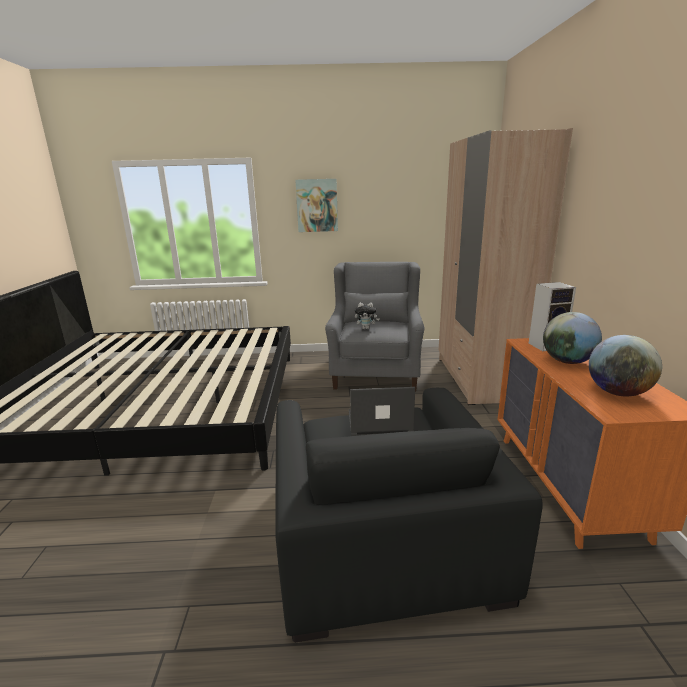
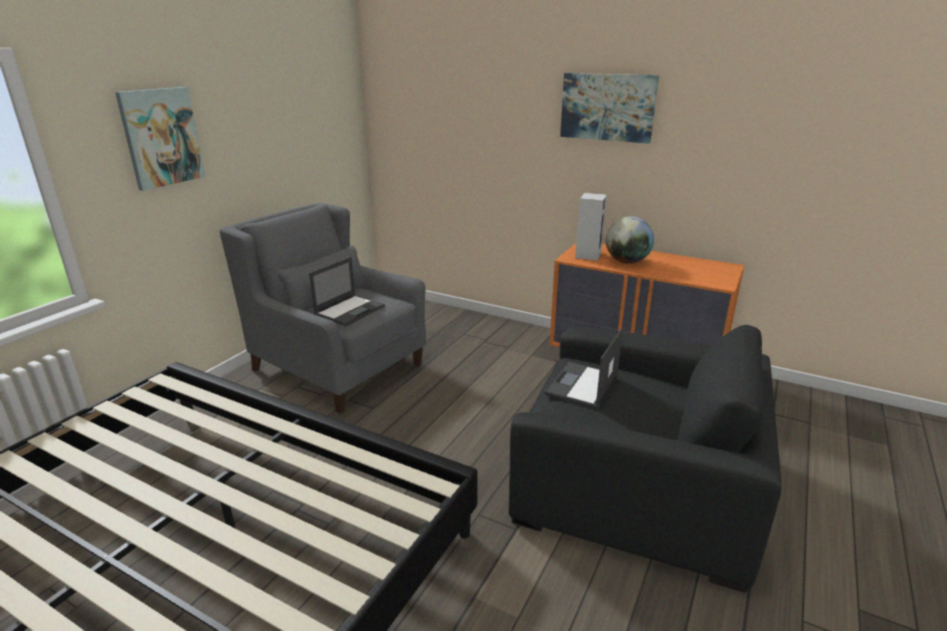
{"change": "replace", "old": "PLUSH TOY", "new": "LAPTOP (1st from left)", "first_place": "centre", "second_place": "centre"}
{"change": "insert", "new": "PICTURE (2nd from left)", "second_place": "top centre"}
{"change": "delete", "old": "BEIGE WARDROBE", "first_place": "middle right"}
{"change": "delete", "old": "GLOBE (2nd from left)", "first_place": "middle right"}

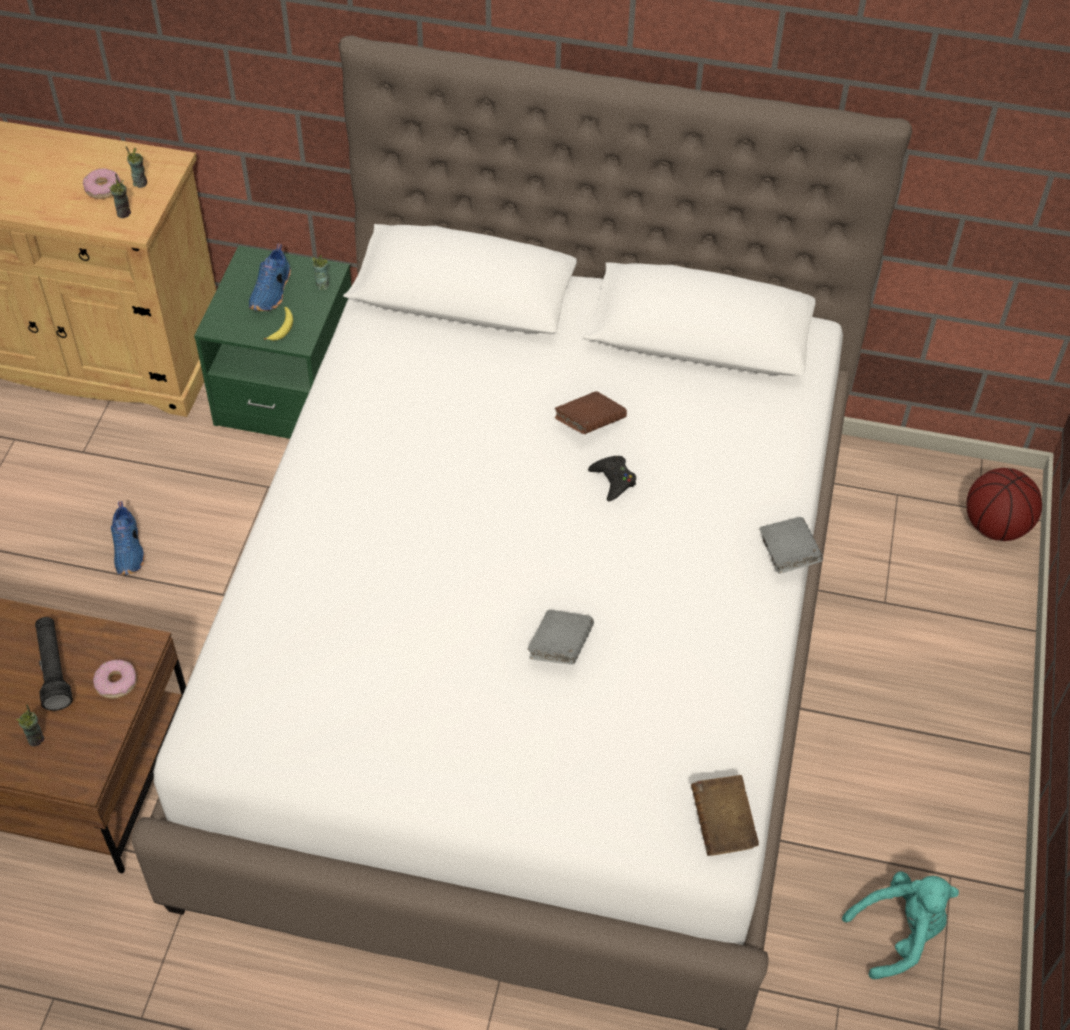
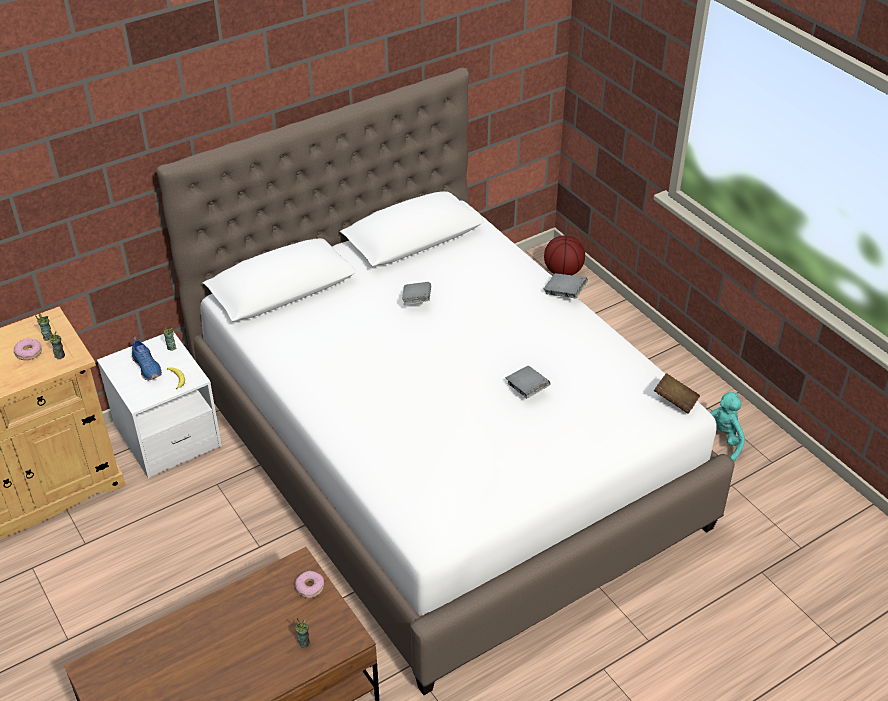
{"change": "recolor", "old": "GREEN NIGHTSTAND", "new": "WHITE NIGHTSTAND", "first_place": "top left", "second_place": "middle left"}
{"change": "recolor", "old": "BROWN BOOK (1st from left)", "new": "GREY BOOK (1st from left)", "first_place": "centre", "second_place": "centre"}
{"change": "delete", "old": "BLACK FLASHLIGHT", "first_place": "middle left"}
{"change": "delete", "old": "BLUE SHOE (1st from left)", "first_place": "middle left"}
{"change": "delete", "old": "BLACK GAME CONTROLLER", "first_place": "centre"}

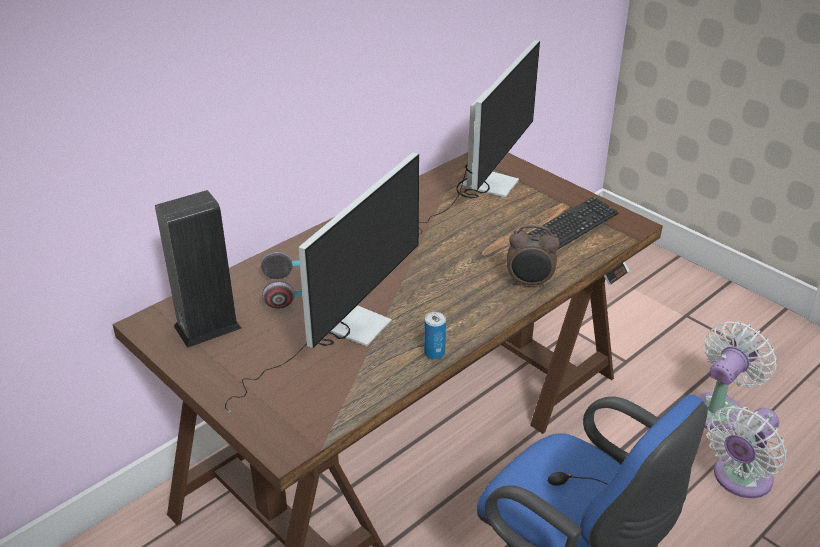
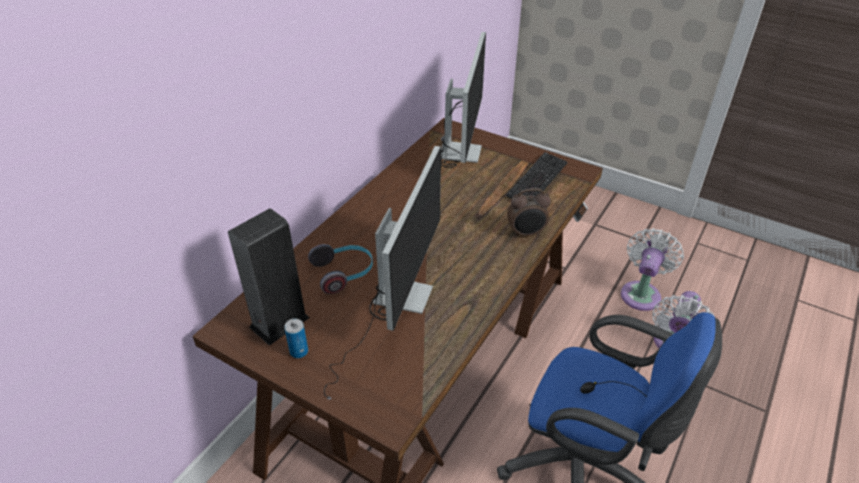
{"change": "move", "old": "CAN", "first_place": "centre", "second_place": "bottom centre"}

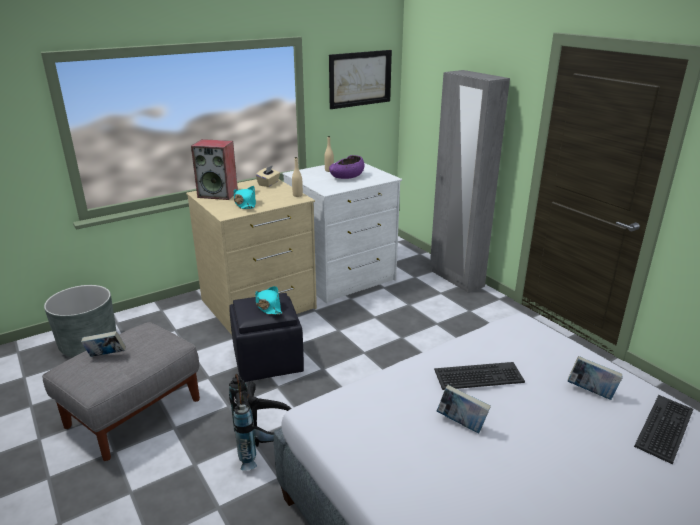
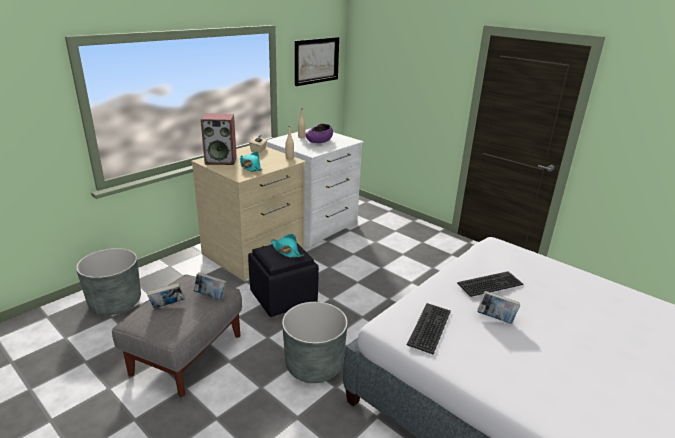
{"change": "move", "old": "BOOK (3rd from left in the first image)", "new": "BOOK (2nd from left)", "first_place": "bottom right", "second_place": "middle left"}
{"change": "replace", "old": "BLACK BACKPACK", "new": "GREY PLANTER (2nd from left)", "first_place": "bottom centre", "second_place": "bottom centre"}
{"change": "move", "old": "KEYBOARD (2nd from left in the first image)", "new": "KEYBOARD (1st from left)", "first_place": "bottom right", "second_place": "bottom centre"}
{"change": "delete", "old": "GREY WARDROBE", "first_place": "middle right"}

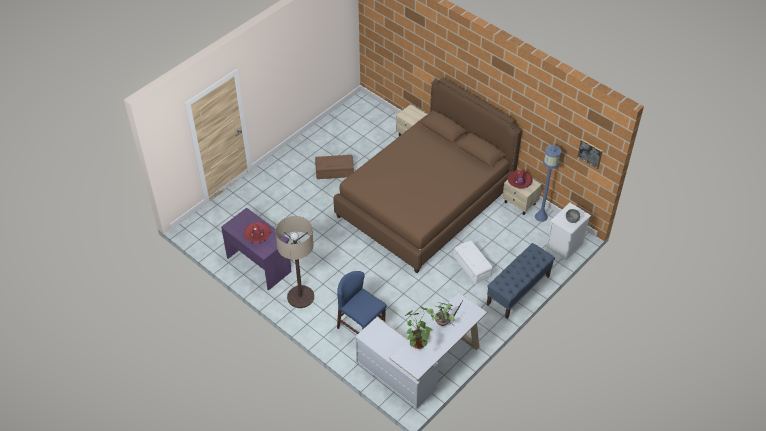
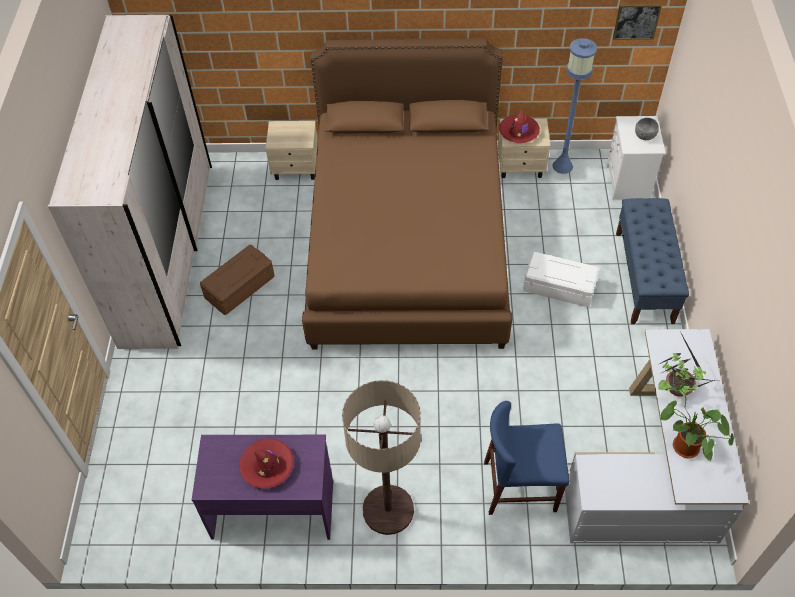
{"change": "insert", "new": "WHITE WARDROBE", "second_place": "top left"}

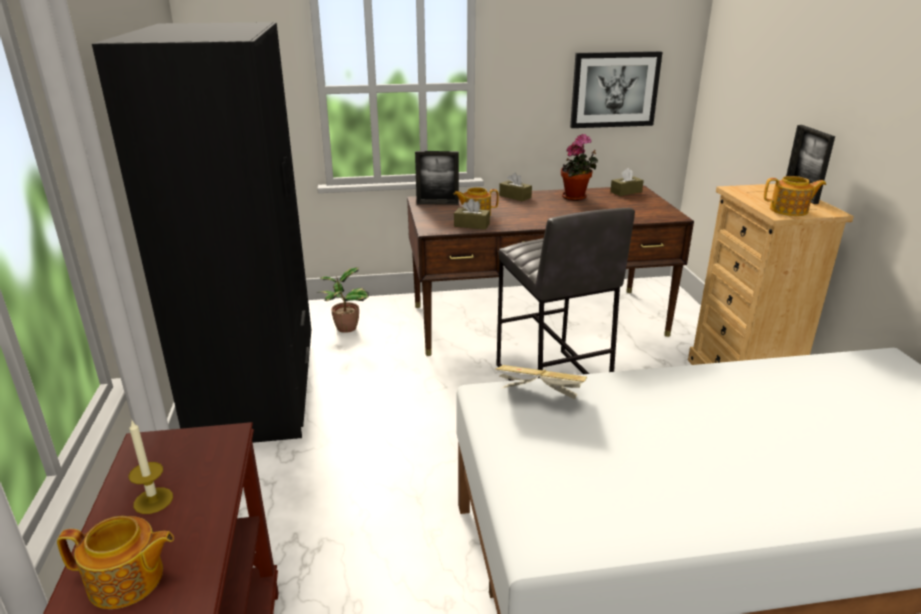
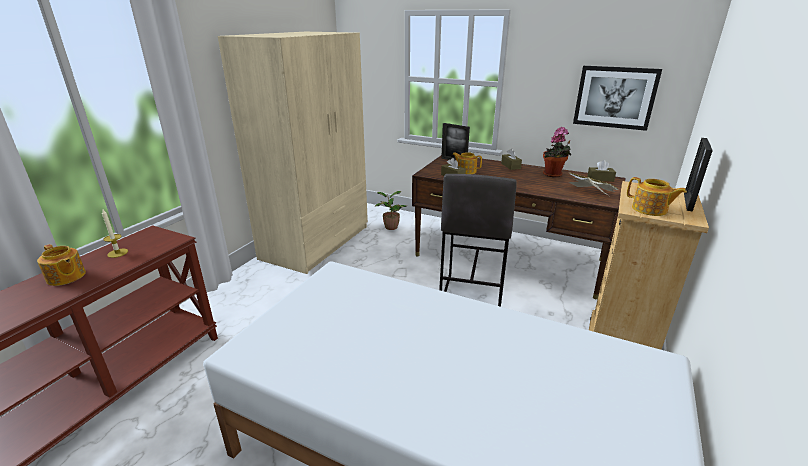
{"change": "recolor", "old": "BLACK WARDROBE", "new": "BEIGE WARDROBE", "first_place": "middle left", "second_place": "top centre"}
{"change": "move", "old": "BOOK", "first_place": "centre", "second_place": "middle right"}

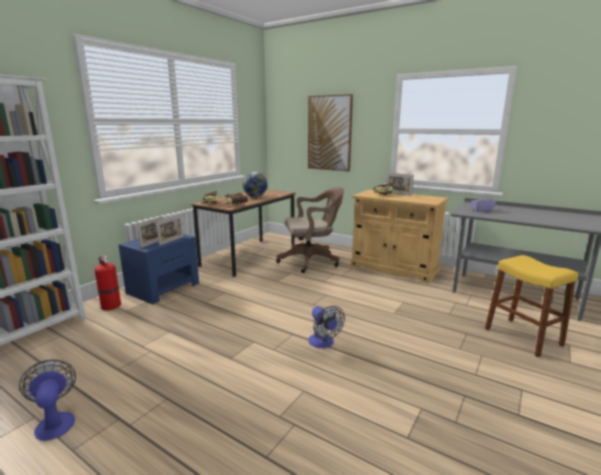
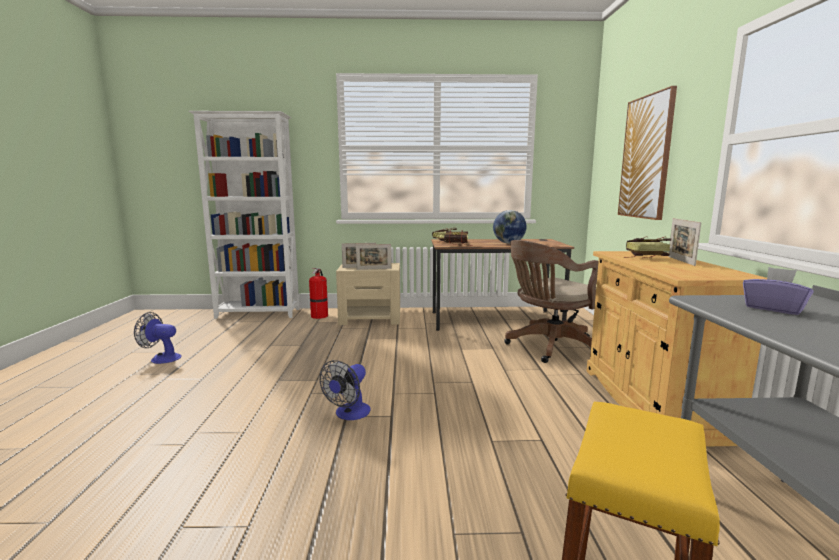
{"change": "rotate", "old": "FAN (1st from left)", "first_place": "bottom left", "second_place": "middle left", "degrees": -105}
{"change": "recolor", "old": "BLUE NIGHTSTAND", "new": "BEIGE NIGHTSTAND", "first_place": "middle left", "second_place": "centre"}
{"change": "rotate", "old": "BROWN OFFICE CHAIR", "first_place": "centre", "second_place": "centre", "degrees": 105}

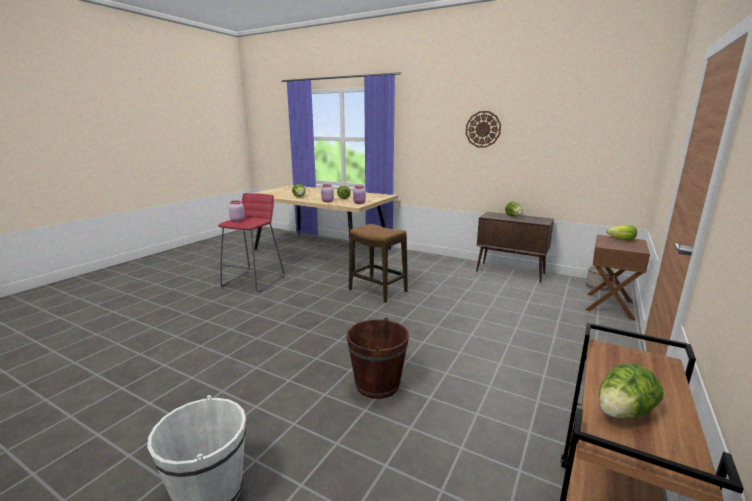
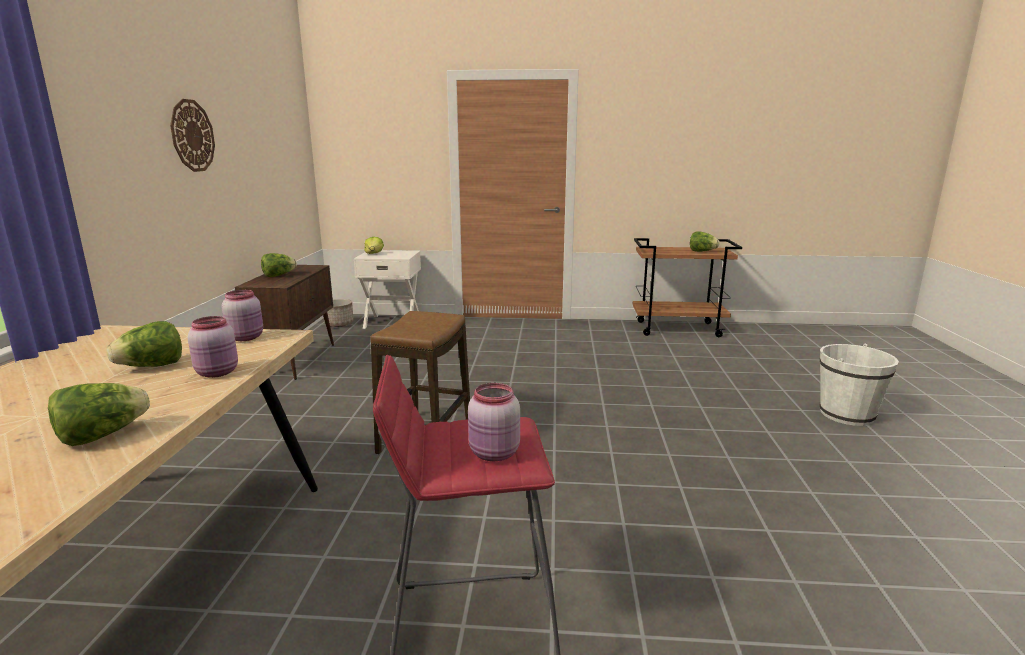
{"change": "recolor", "old": "BROWN NIGHTSTAND", "new": "WHITE NIGHTSTAND", "first_place": "middle right", "second_place": "centre"}
{"change": "delete", "old": "BROWN BUCKET", "first_place": "bottom centre"}

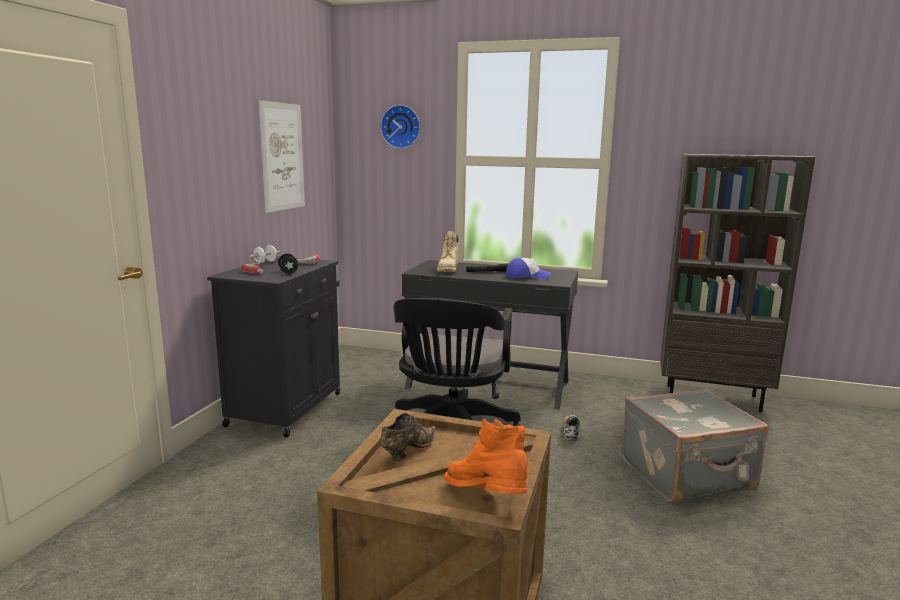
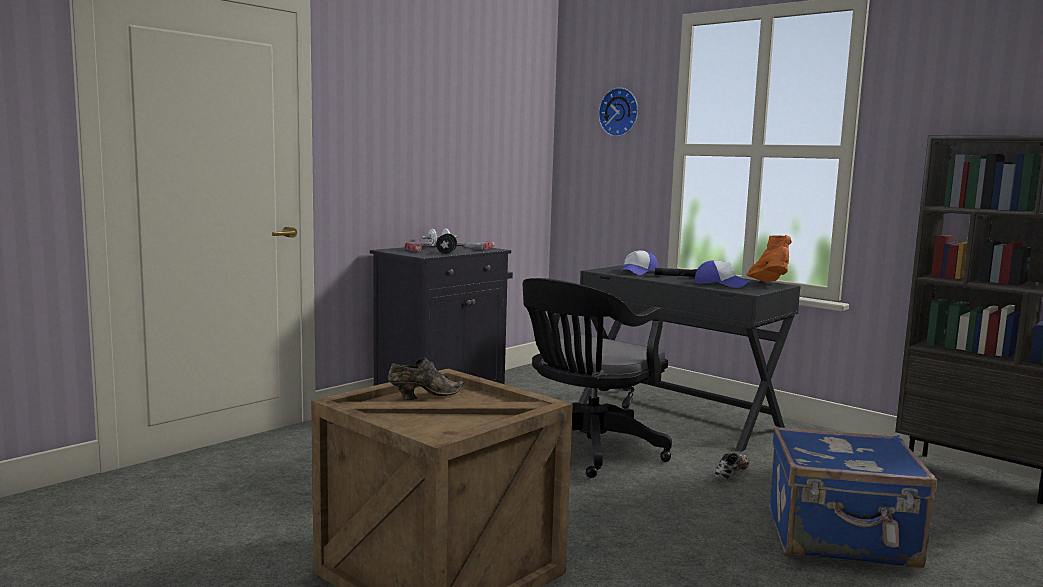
{"change": "replace", "old": "BEIGE BOOT", "new": "CAP (1st from left)", "first_place": "centre", "second_place": "centre"}
{"change": "move", "old": "ORANGE BOOT", "first_place": "bottom centre", "second_place": "middle right"}
{"change": "recolor", "old": "GREY SUITCASE", "new": "BLUE SUITCASE", "first_place": "bottom right", "second_place": "bottom right"}
{"change": "delete", "old": "PICTURE", "first_place": "top left"}

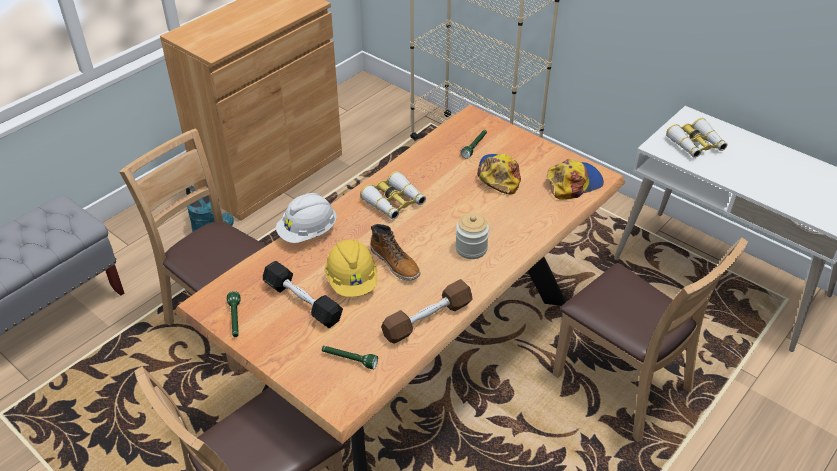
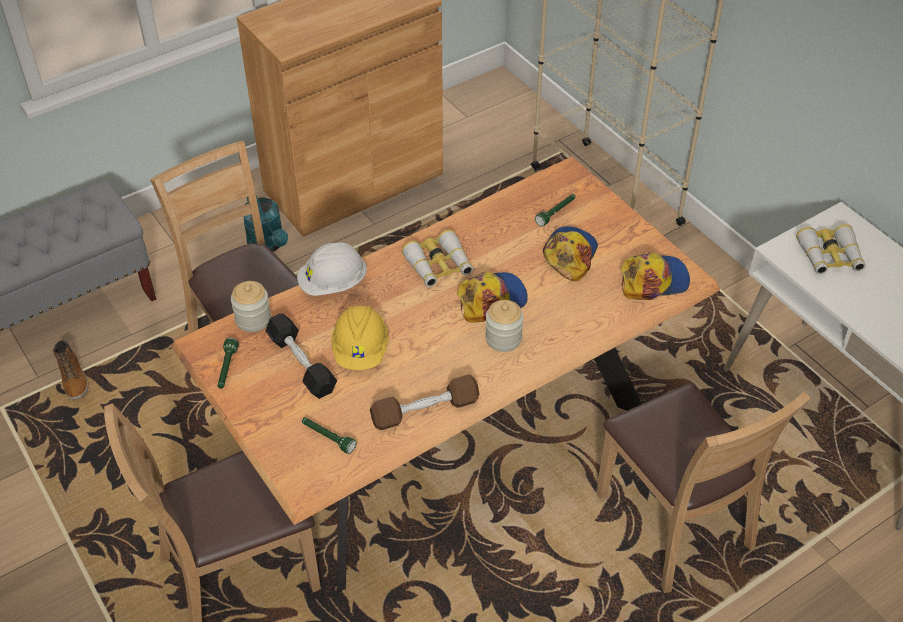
{"change": "move", "old": "BOOT", "first_place": "centre", "second_place": "middle left"}
{"change": "insert", "new": "JAR (1st from left)", "second_place": "middle left"}
{"change": "insert", "new": "CAP (1st from left)", "second_place": "centre"}

